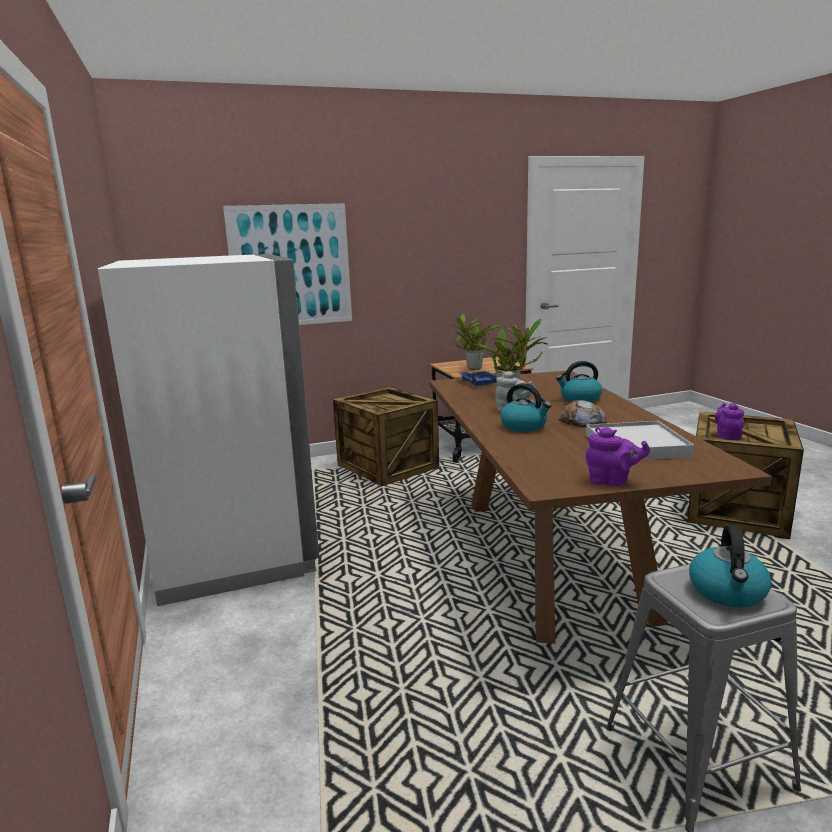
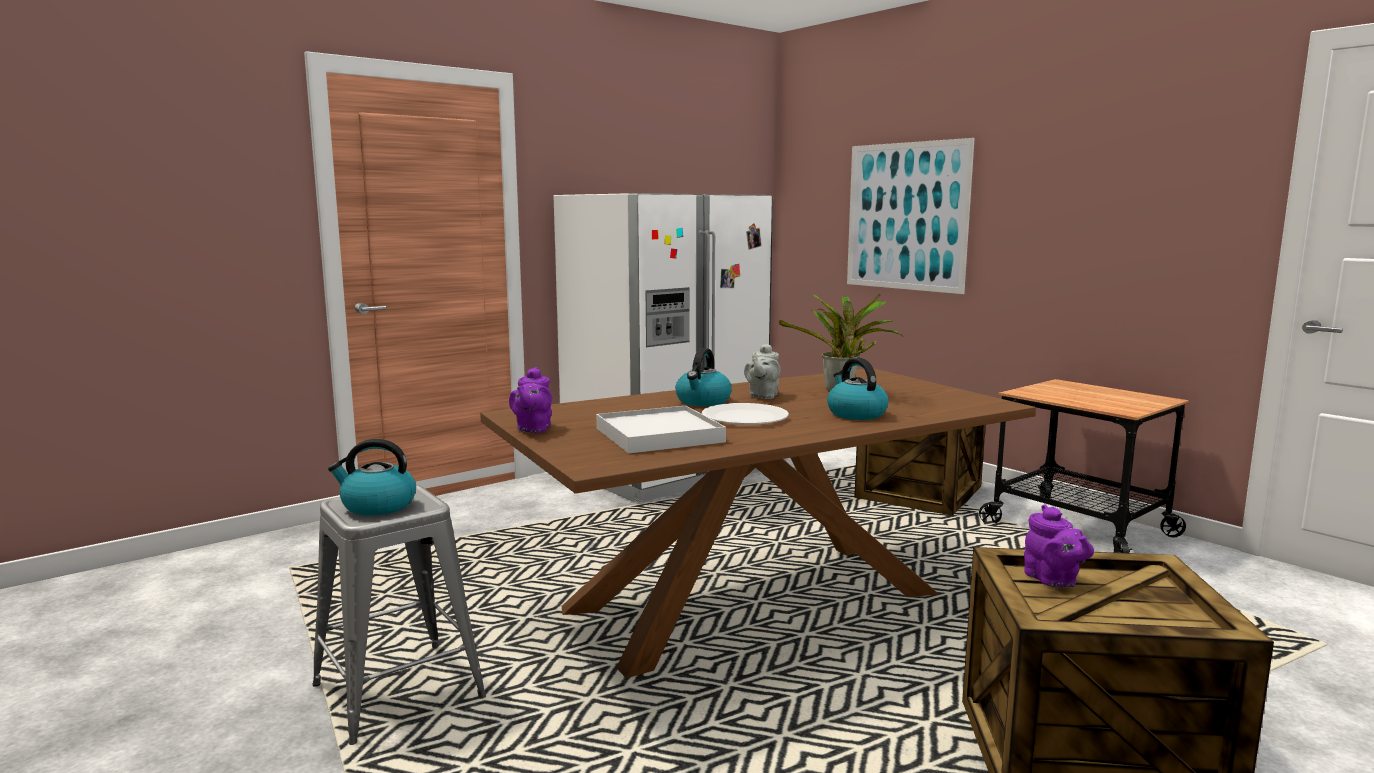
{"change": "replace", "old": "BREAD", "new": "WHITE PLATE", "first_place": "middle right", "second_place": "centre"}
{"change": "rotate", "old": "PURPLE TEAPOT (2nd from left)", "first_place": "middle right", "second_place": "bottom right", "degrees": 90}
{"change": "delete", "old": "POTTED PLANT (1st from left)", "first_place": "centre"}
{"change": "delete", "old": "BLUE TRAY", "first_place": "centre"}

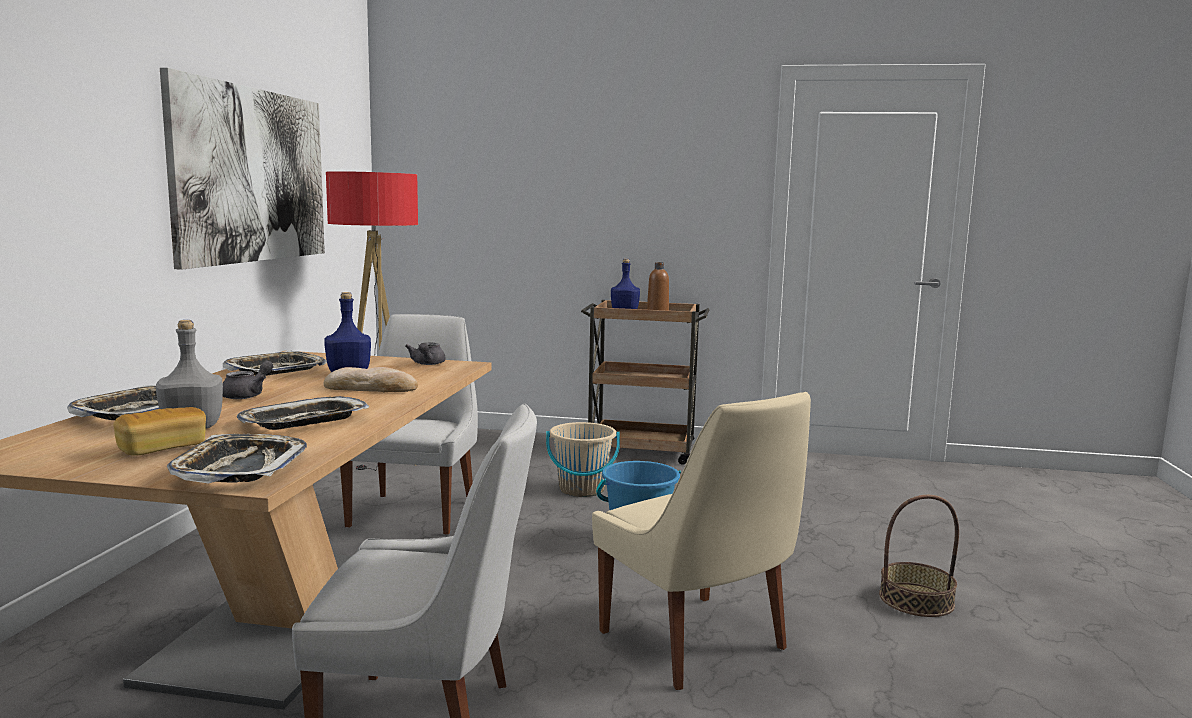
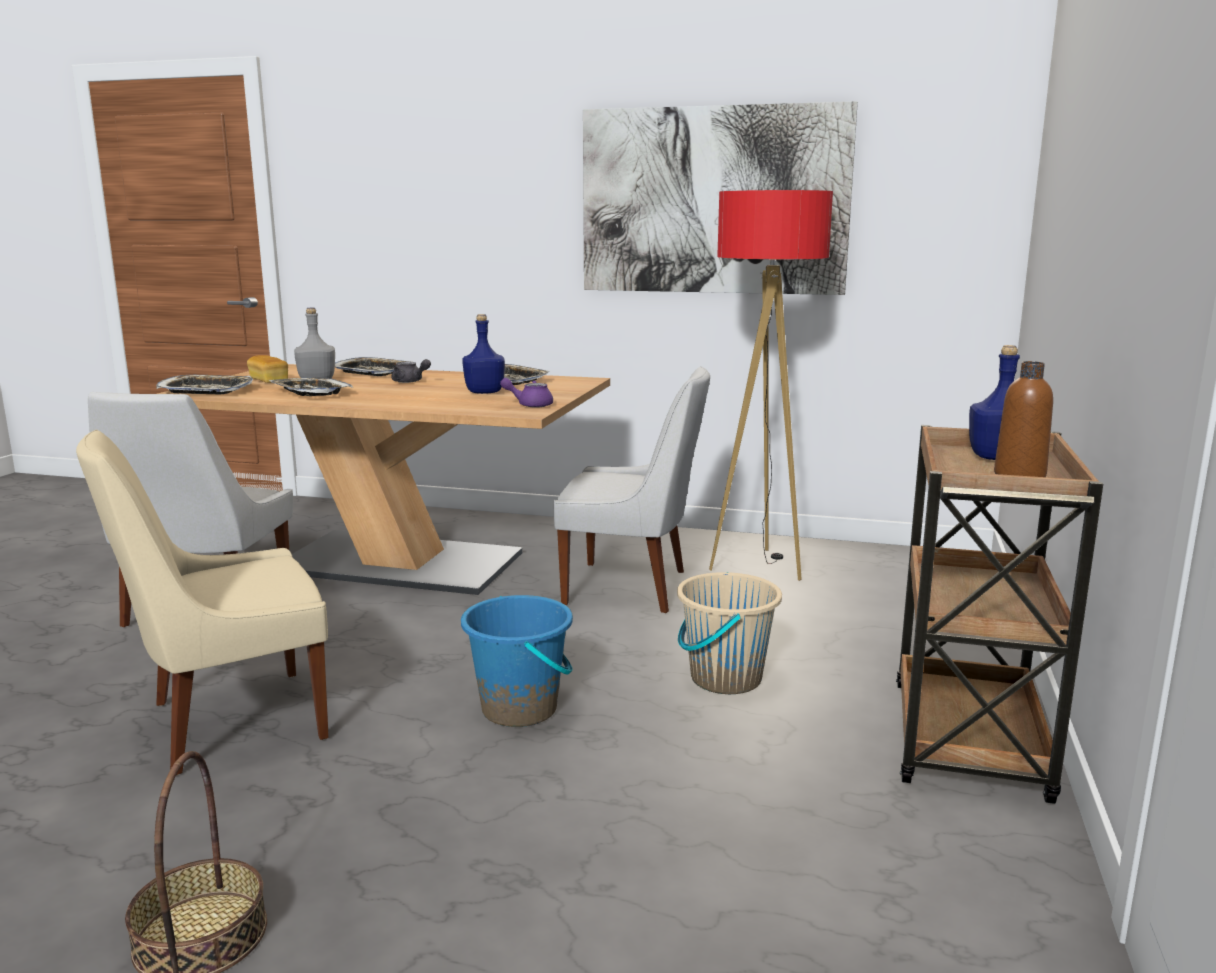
{"change": "recolor", "old": "GREY TEAPOT (2nd from left)", "new": "PURPLE TEAPOT", "first_place": "centre", "second_place": "centre"}
{"change": "delete", "old": "BREAD (2nd from left)", "first_place": "middle left"}

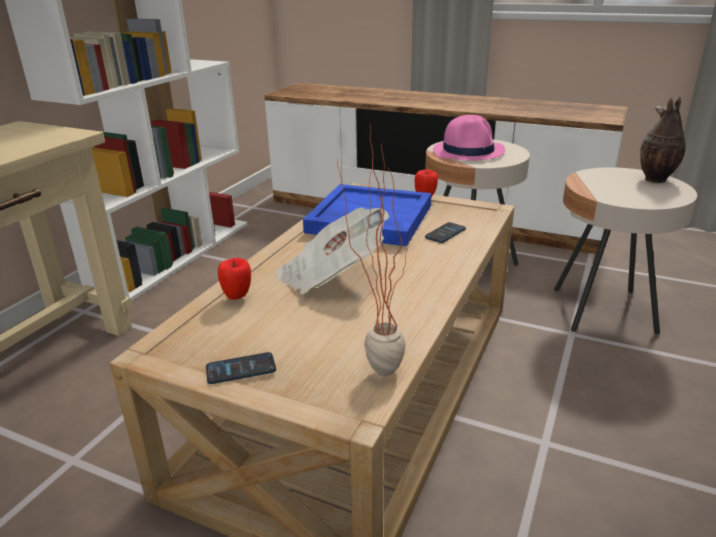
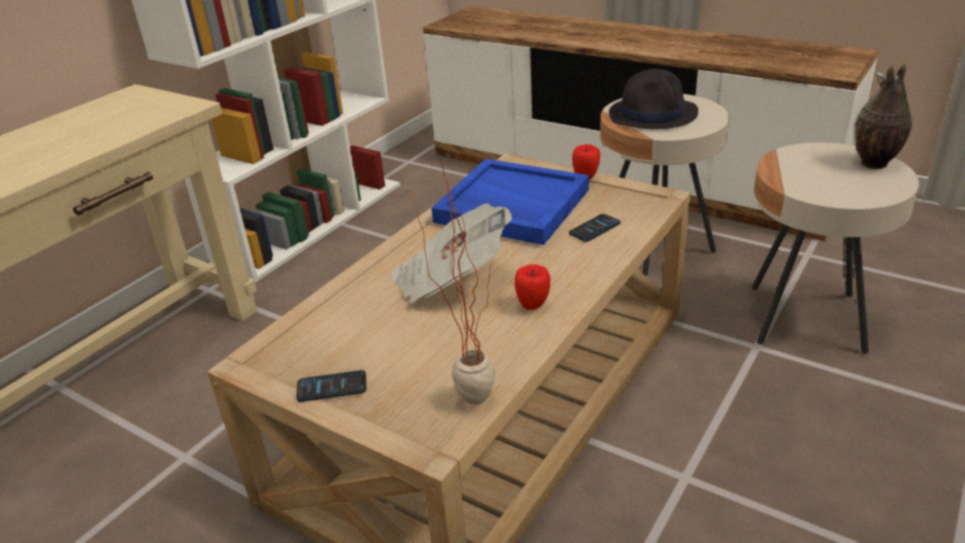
{"change": "move", "old": "APPLE (1st from left)", "first_place": "middle left", "second_place": "centre"}
{"change": "recolor", "old": "PINK HAT", "new": "BLACK HAT", "first_place": "top centre", "second_place": "top right"}

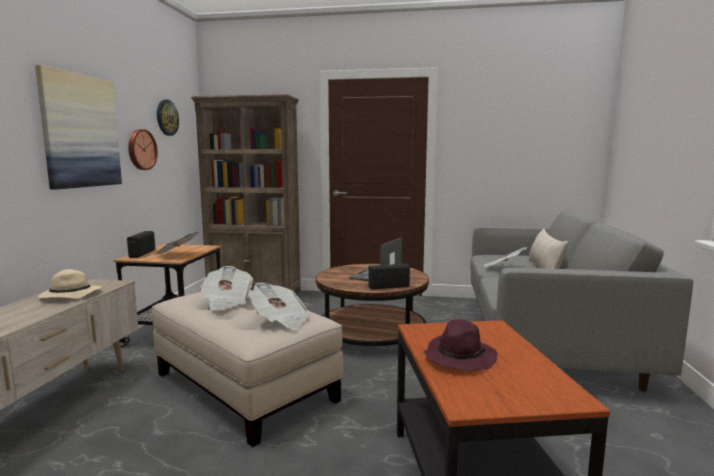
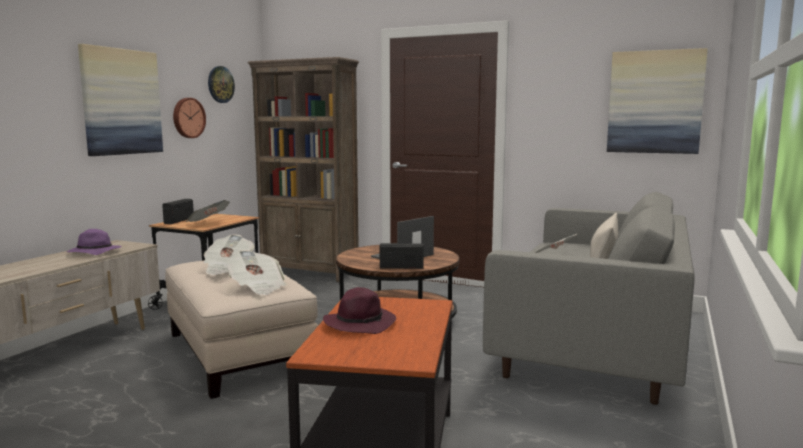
{"change": "recolor", "old": "BEIGE HAT", "new": "PURPLE HAT (1st from left)", "first_place": "middle left", "second_place": "middle left"}
{"change": "insert", "new": "PICTURE (2nd from left)", "second_place": "top right"}

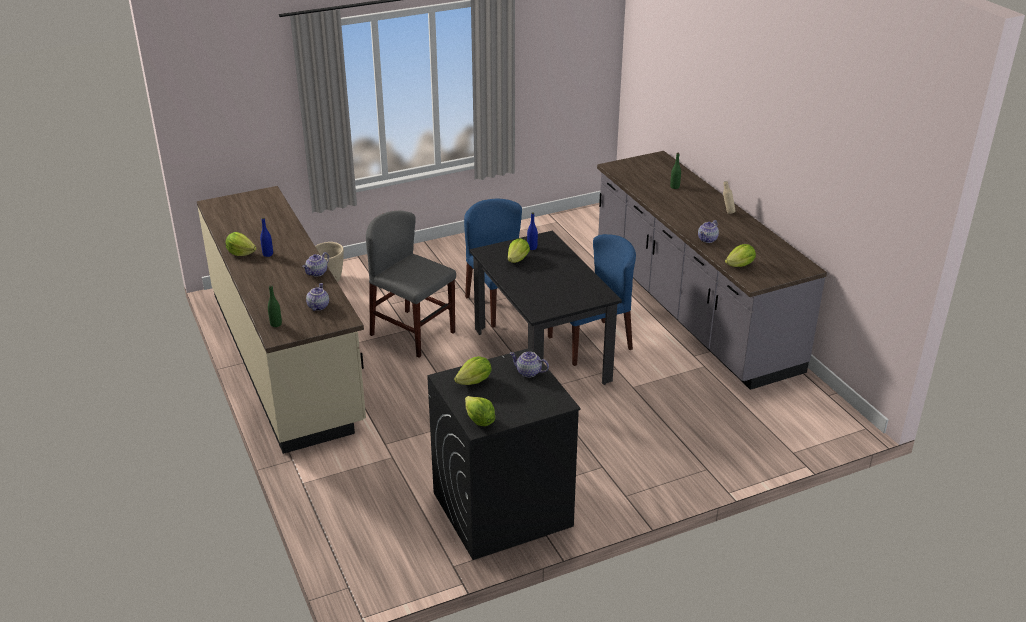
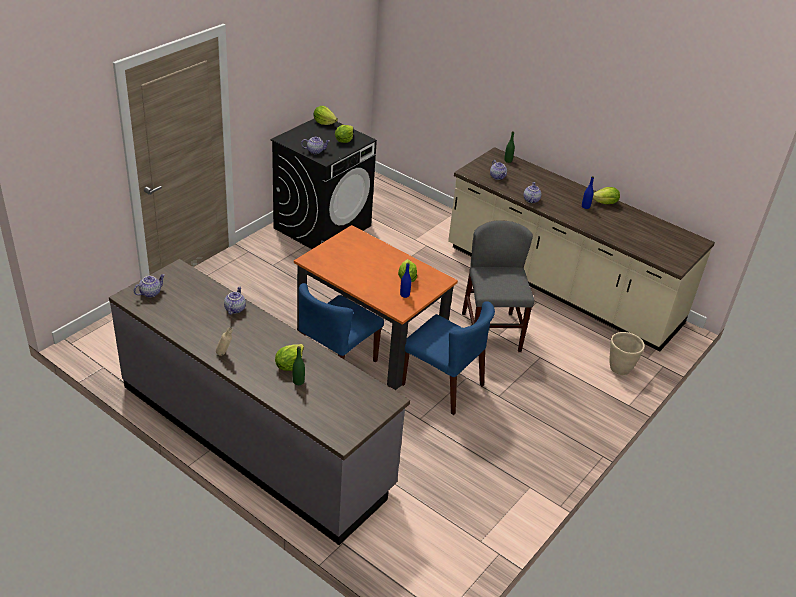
{"change": "insert", "new": "TEAPOT (1st from left)", "second_place": "middle left"}
{"change": "move", "old": "LETTUCE (5th from left in the first image)", "new": "LETTUCE (1st from left)", "first_place": "middle right", "second_place": "centre"}
{"change": "recolor", "old": "BLACK DINING TABLE", "new": "ORANGE DINING TABLE", "first_place": "centre", "second_place": "centre"}
{"change": "rotate", "old": "GREY CHAIR", "first_place": "centre", "second_place": "centre", "degrees": -105}

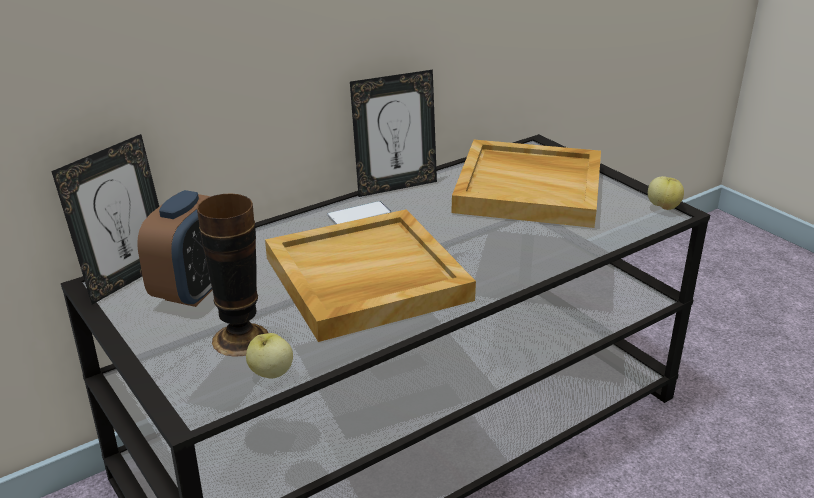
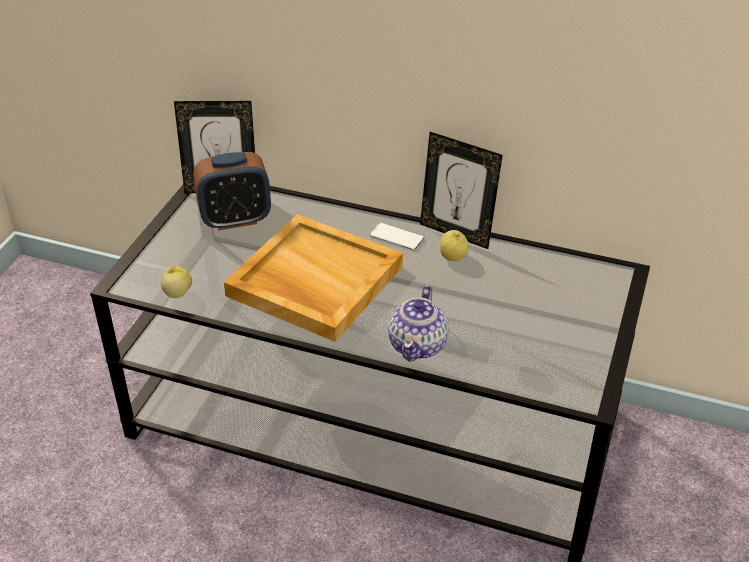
{"change": "insert", "new": "TEAPOT", "second_place": "centre"}
{"change": "move", "old": "APPLE (2nd from left)", "first_place": "middle right", "second_place": "centre"}
{"change": "delete", "old": "VASE", "first_place": "middle left"}
{"change": "delete", "old": "BEIGE TRAY (2nd from left)", "first_place": "centre"}

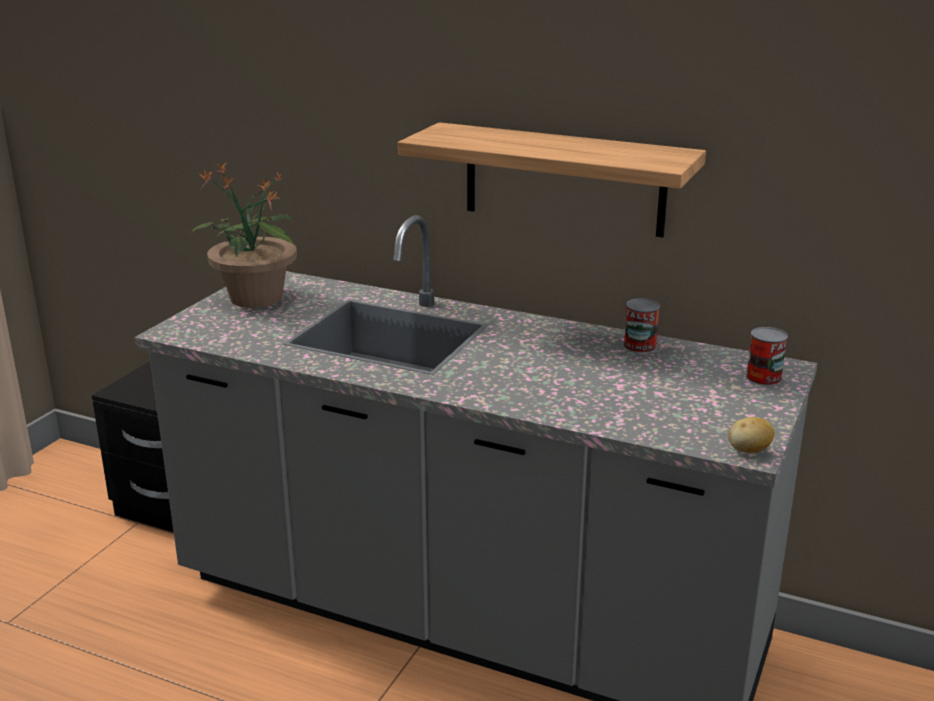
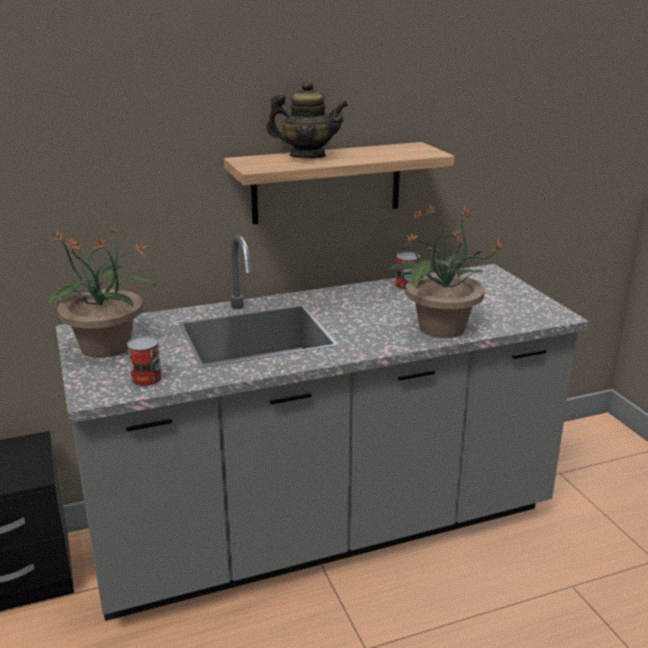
{"change": "move", "old": "CAN (2nd from left in the first image)", "new": "CAN (1st from left)", "first_place": "middle right", "second_place": "middle left"}
{"change": "insert", "new": "TEAPOT", "second_place": "top centre"}
{"change": "insert", "new": "POTTED PLANT (2nd from left)", "second_place": "middle right"}
{"change": "delete", "old": "POTATO", "first_place": "middle right"}

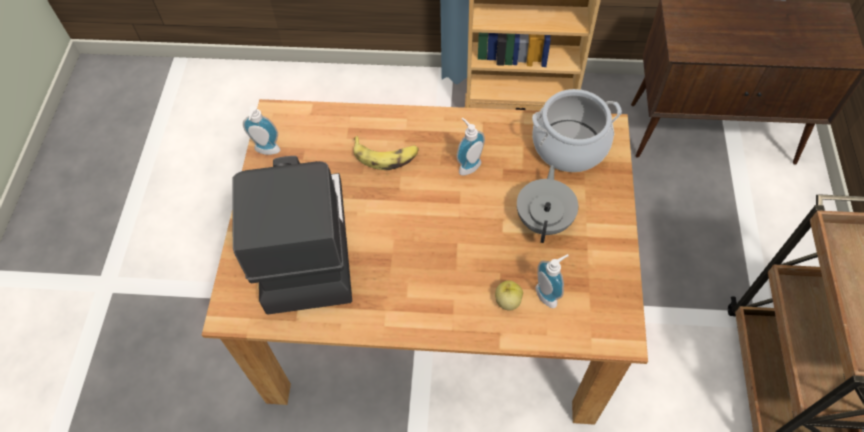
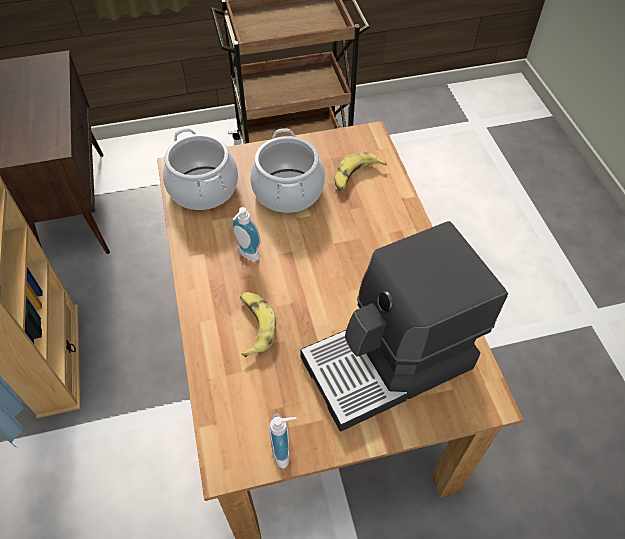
{"change": "replace", "old": "GREY TEAPOT", "new": "COOKING POT (2nd from left)", "first_place": "centre", "second_place": "top centre"}
{"change": "replace", "old": "SOAP DISPENSER (3rd from left)", "new": "BANANA (2nd from left)", "first_place": "centre", "second_place": "top centre"}
{"change": "delete", "old": "APPLE", "first_place": "bottom centre"}

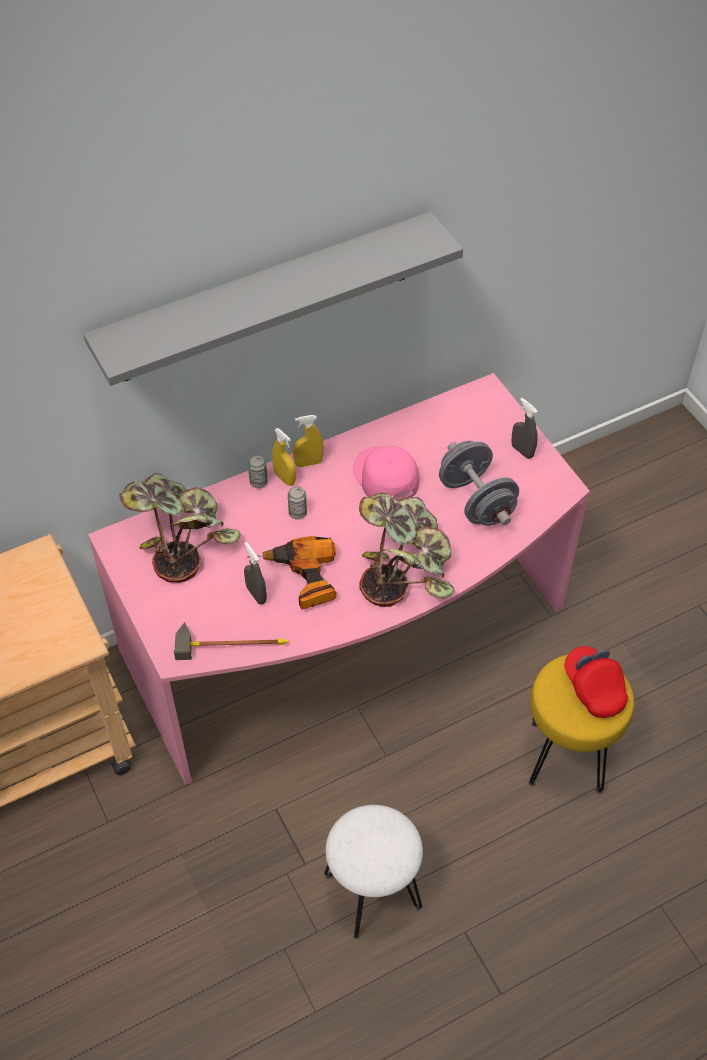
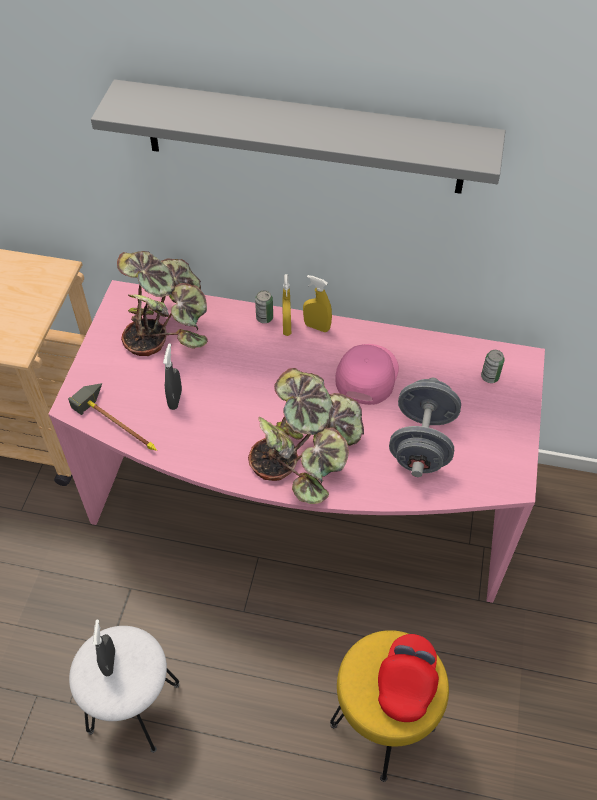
{"change": "move", "old": "GREY SPRAY BOTTLE (2nd from left in the first image)", "new": "GREY SPRAY BOTTLE (1st from left)", "first_place": "middle right", "second_place": "bottom left"}
{"change": "move", "old": "CAN (2nd from left)", "first_place": "centre", "second_place": "middle right"}
{"change": "delete", "old": "POWER DRILL", "first_place": "centre"}

